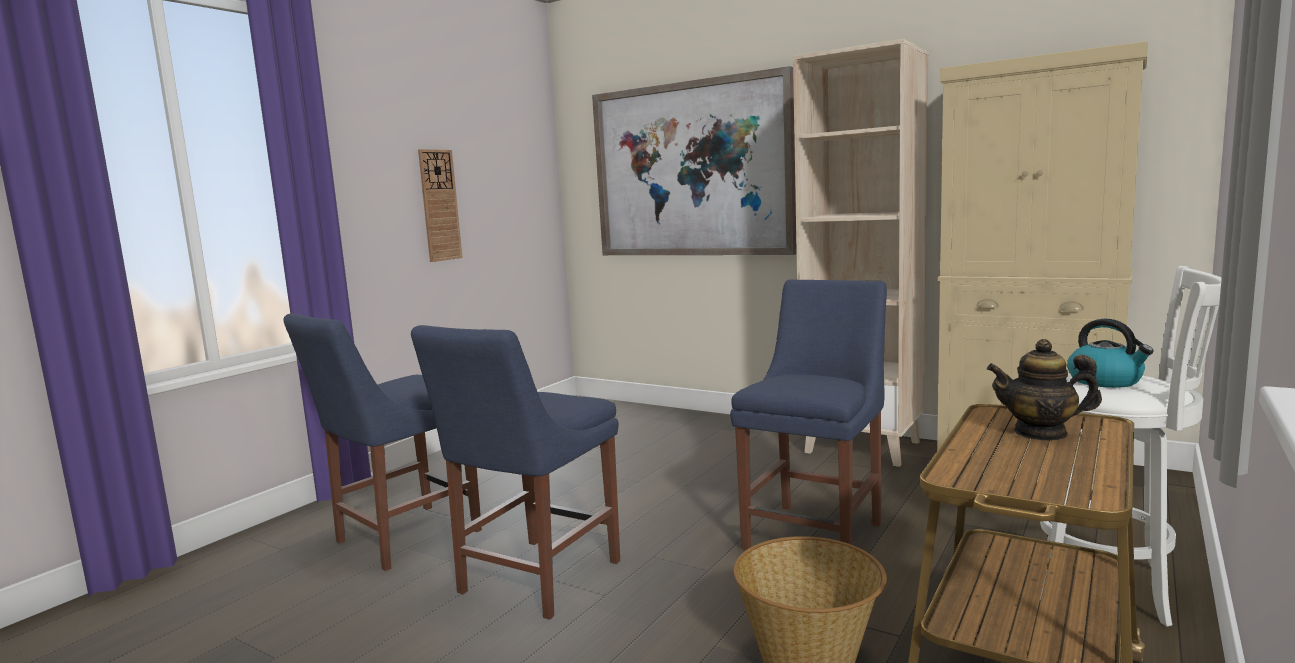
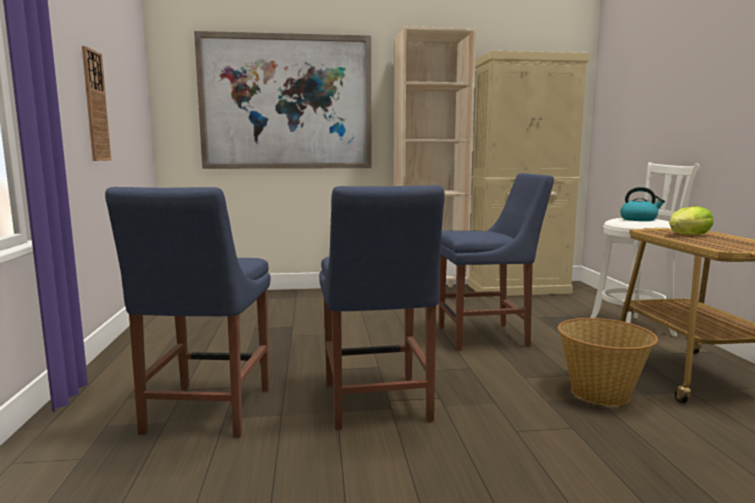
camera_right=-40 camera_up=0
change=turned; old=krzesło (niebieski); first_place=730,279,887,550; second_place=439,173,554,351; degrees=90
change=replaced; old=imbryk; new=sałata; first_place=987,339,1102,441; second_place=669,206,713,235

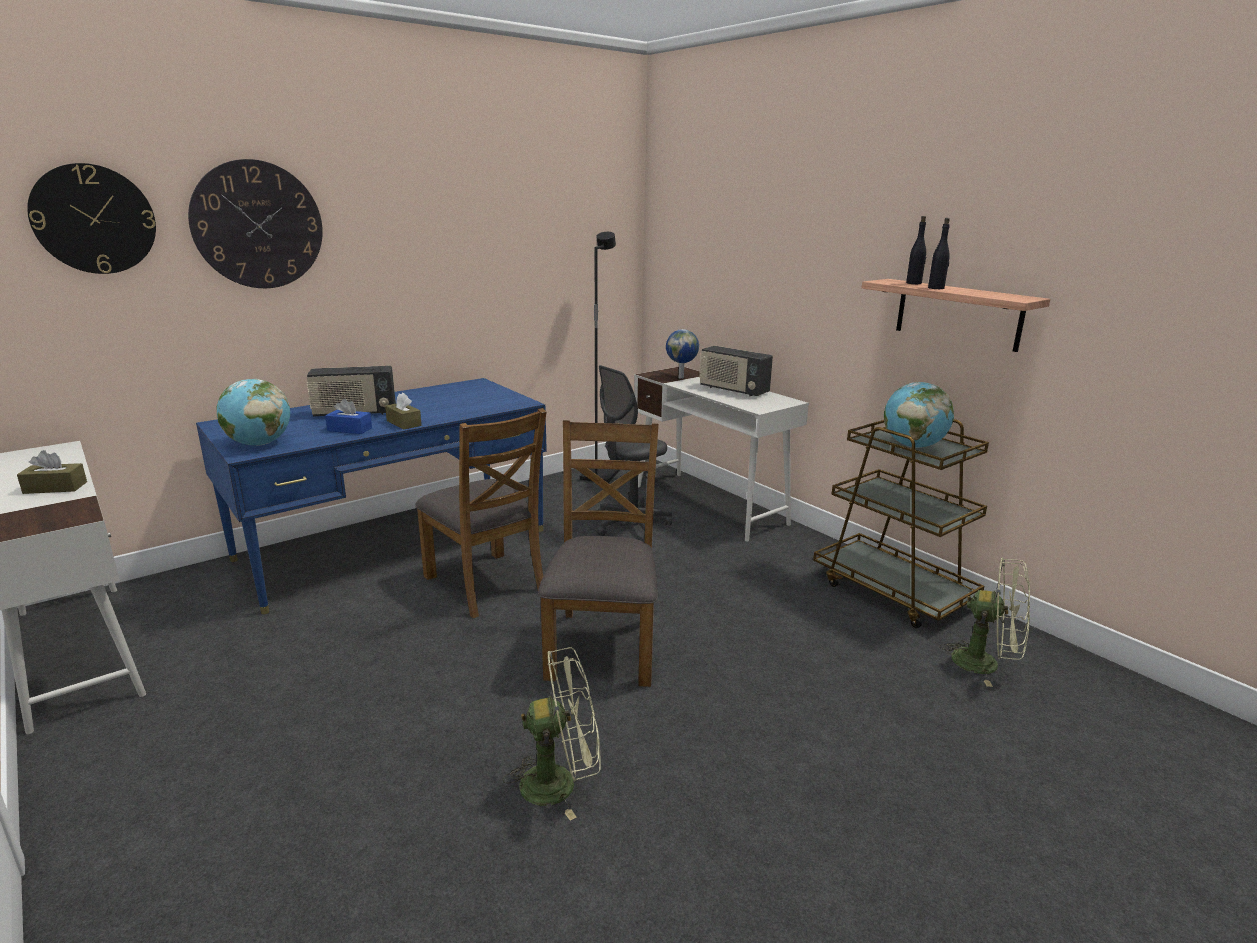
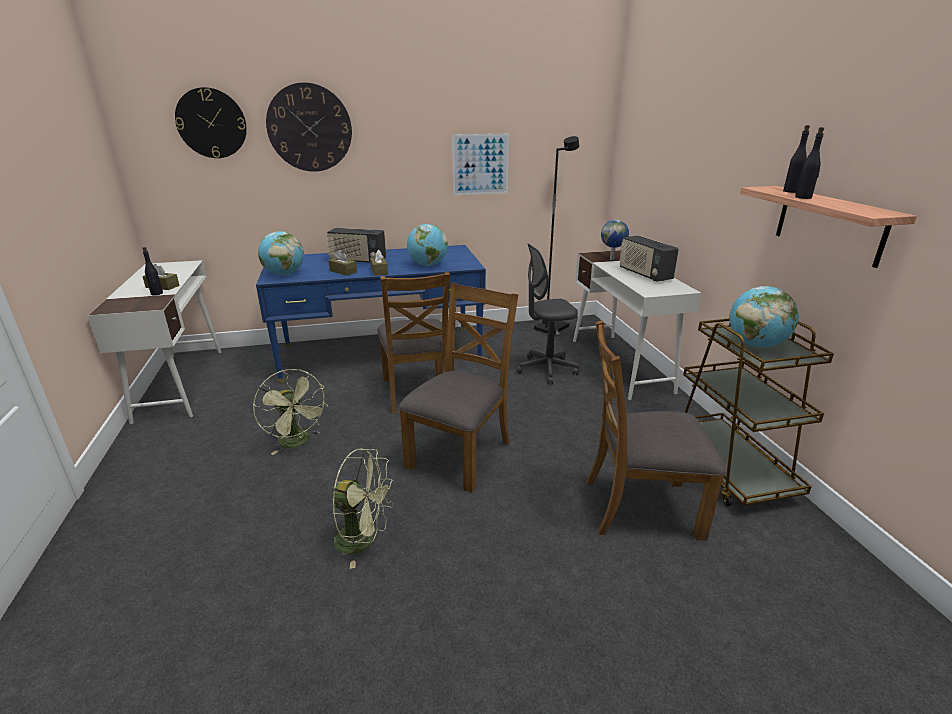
camera_right=25 camera_up=5
change=recoloured; old=pudełko chusteczek (niebieski); new=pudełko chusteczek (brązowy); first_place=325,399,372,434; second_place=328,250,357,276
change=moved; old=wentylator (zielony); first_place=939,558,1030,687; second_place=253,369,328,455
change=added; new=obraz; second_place=452,134,509,195
change=added; new=globus; second_place=407,224,448,266
change=added; new=butelka (czarny); second_place=143,247,163,295
change=added; new=krzesło (brązowy); second_place=586,320,727,541

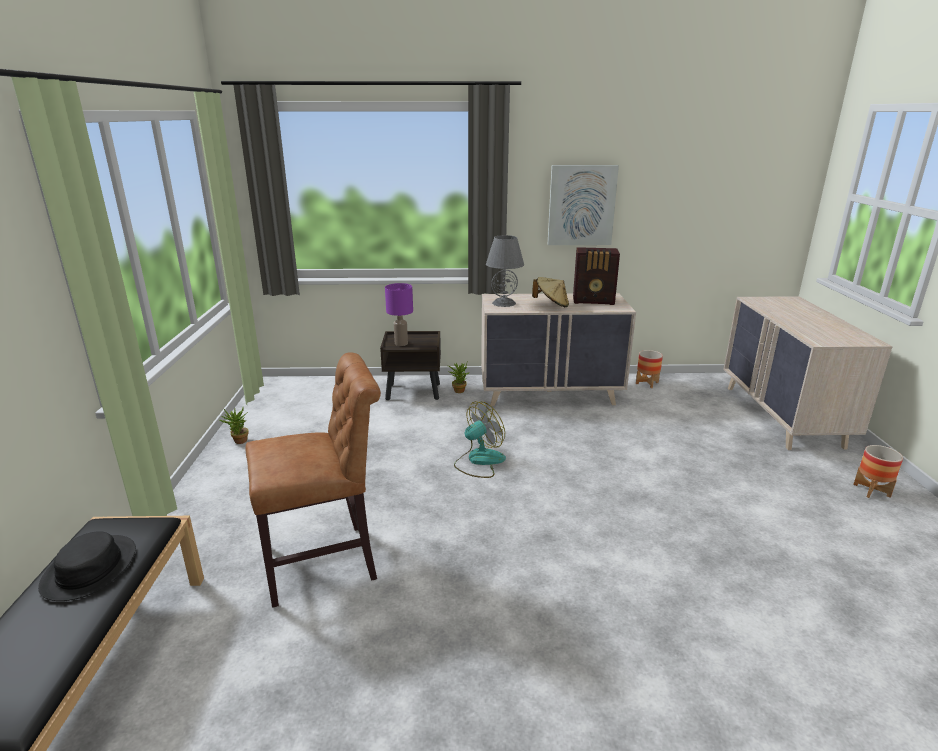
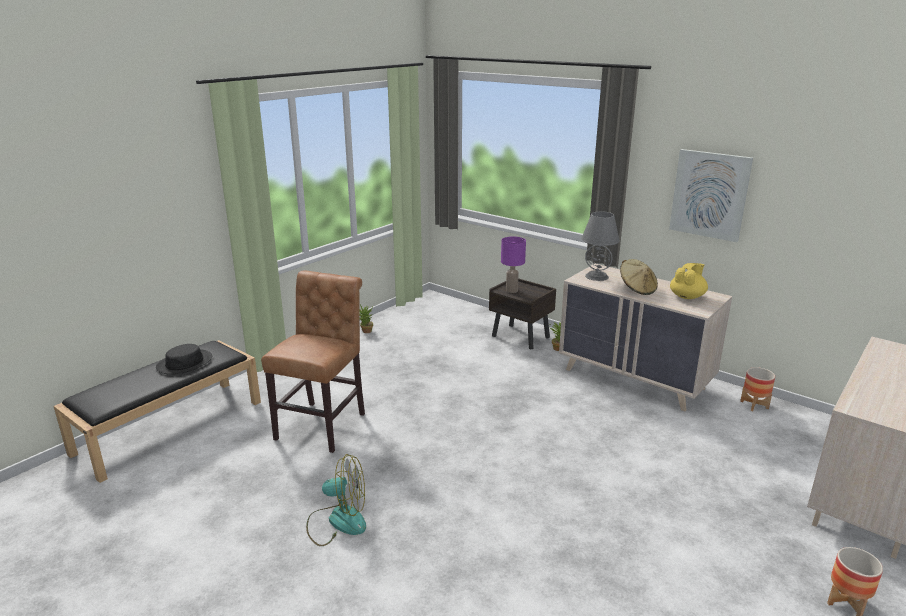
camera_right=40 camera_up=0
change=replaced; old=radio; new=imbryk (żółty); first_place=573,247,620,305; second_place=670,263,708,299
change=turned; old=krzesło (brązowy); first_place=246,352,381,608; second_place=261,271,365,453; degrees=-90
change=moved; old=wentylator; first_place=454,401,506,478; second_place=306,454,366,546

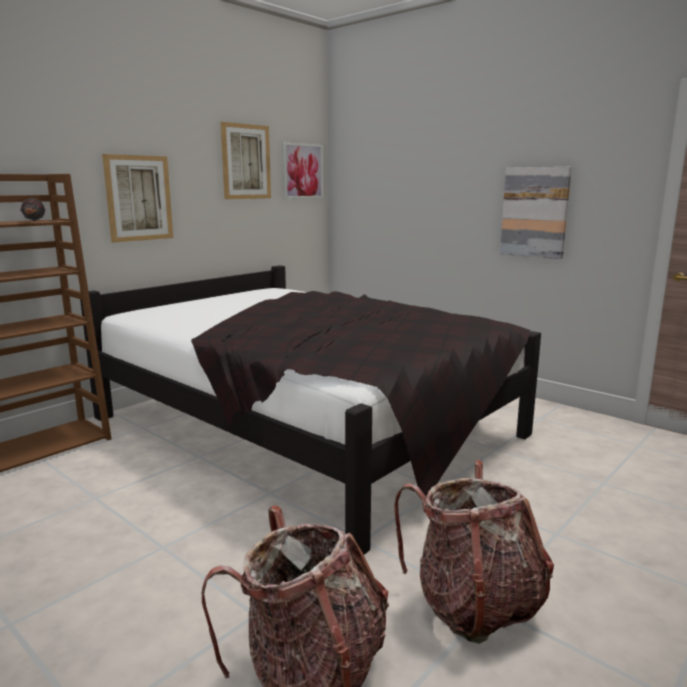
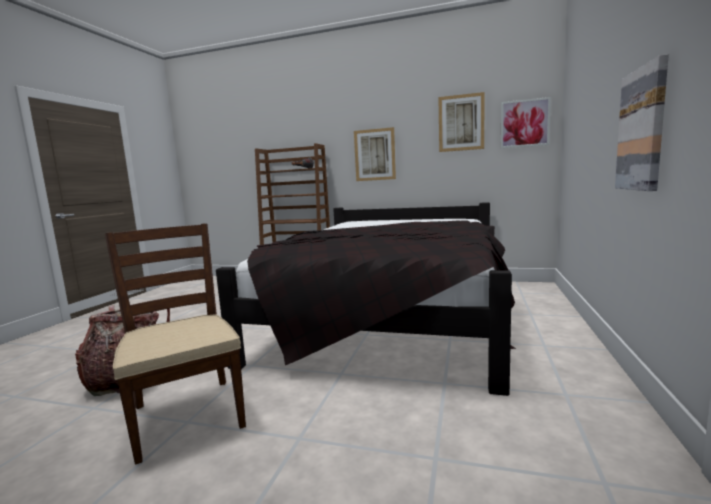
camera_right=65 camera_up=-5
change=replaced; old=plecak; new=krzesło (brązowy); first_place=394,460,554,644; second_place=105,223,246,465

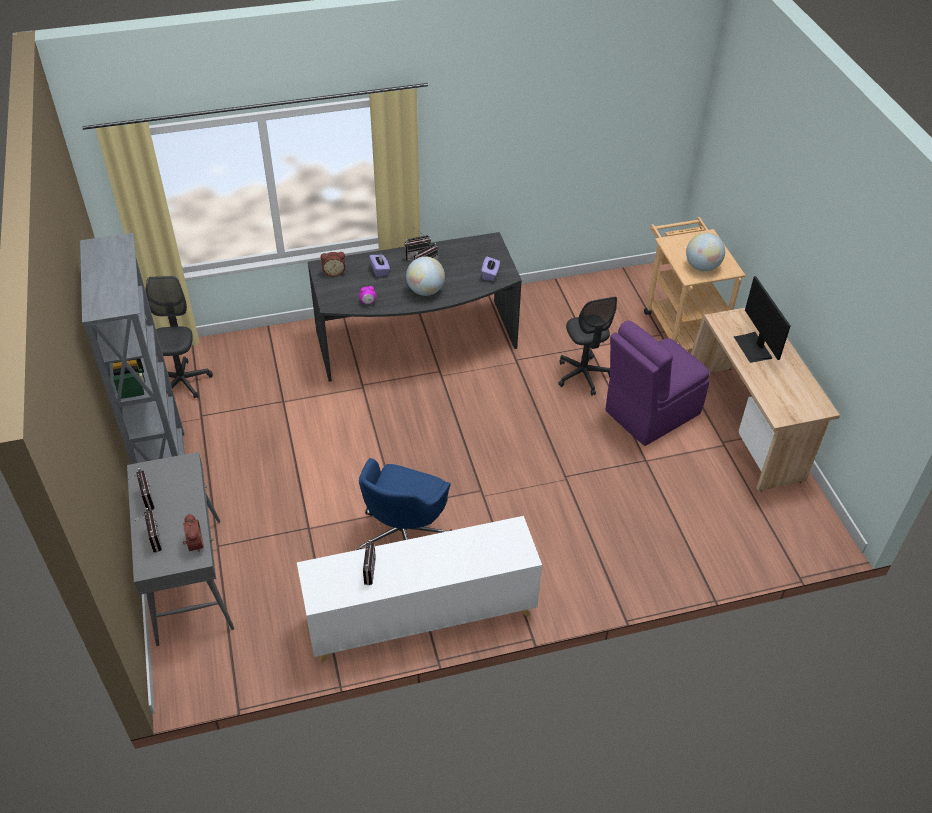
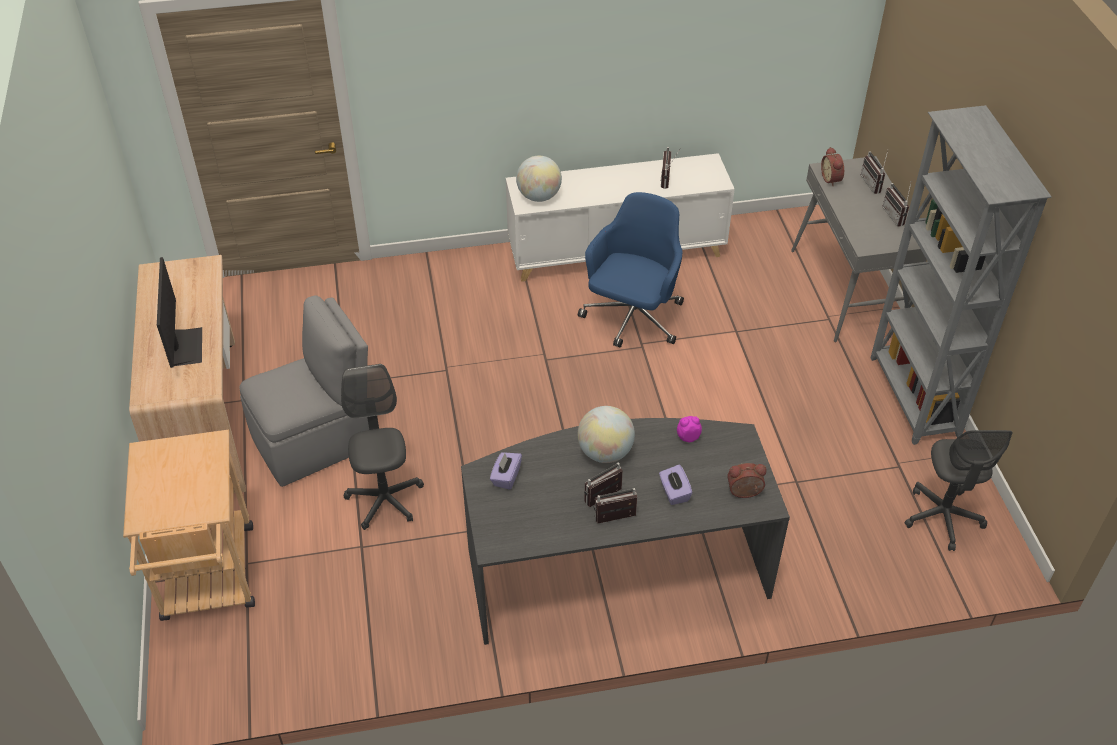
camera_right=-175 camera_up=0
change=moved; old=globus; first_place=686,233,725,271; second_place=516,156,562,202
change=recoloured; old=krzesło (fioletowy); new=krzesło (szary); first_place=605,320,710,446; second_place=239,295,369,487

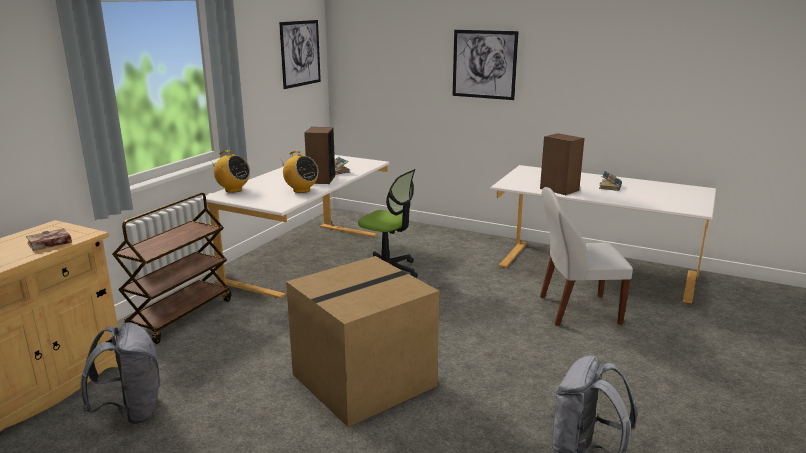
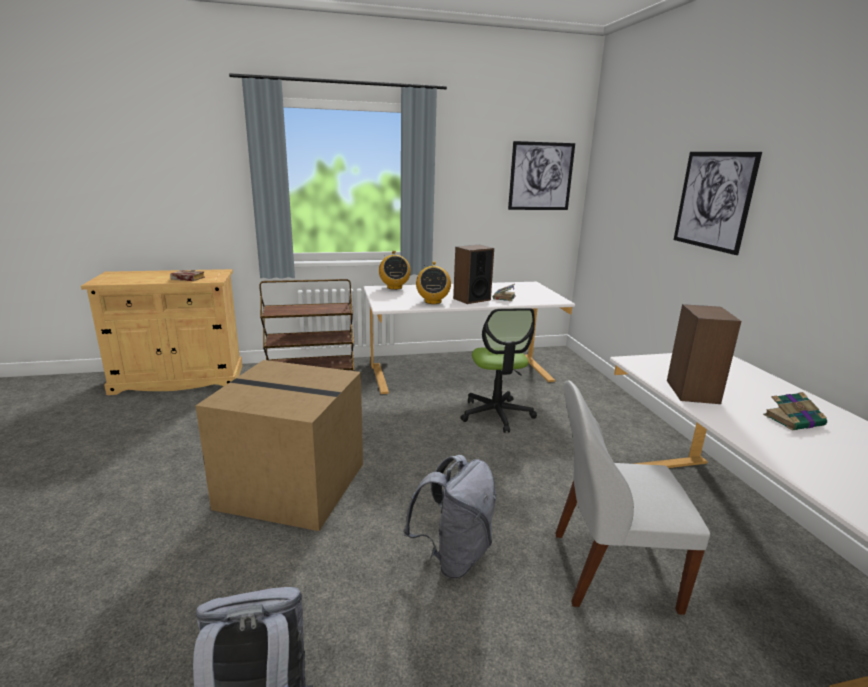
camera_right=50 camera_up=0
change=turned; old=krzesło (biały); first_place=540,187,633,326; second_place=555,381,710,615; degrees=-45
change=moved; old=plecak (szary); first_place=81,323,160,425; second_place=403,455,497,578

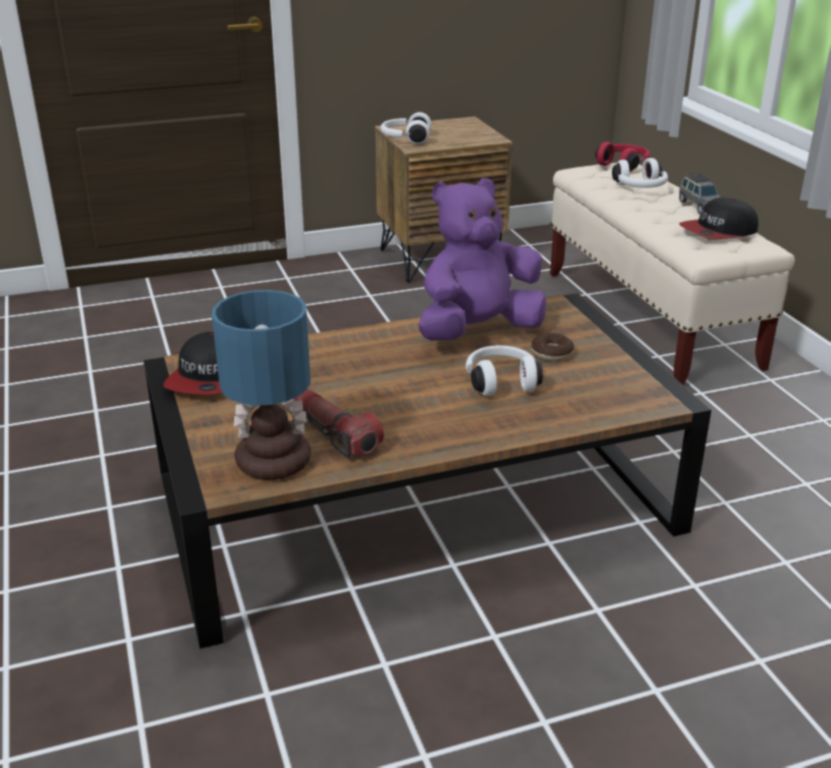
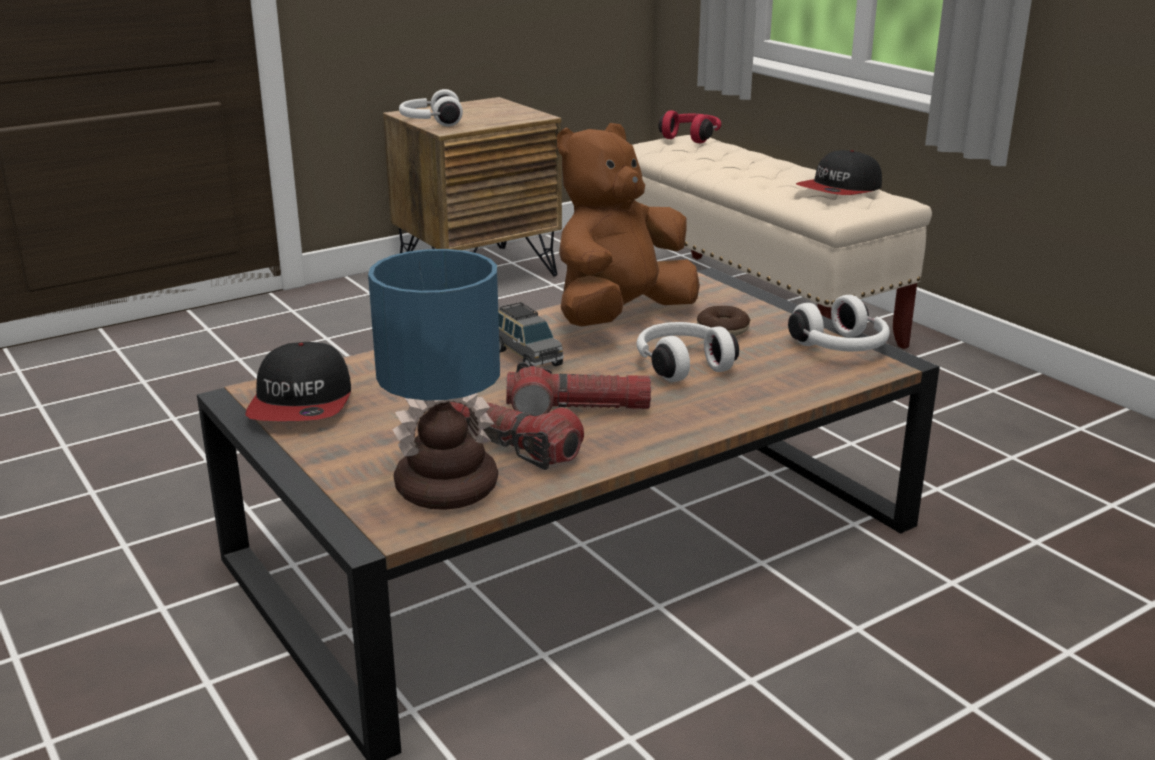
camera_right=-15 camera_up=-5
change=moved; old=słuchawki (biały); first_place=612,158,668,188; second_place=788,295,890,352
change=moved; old=samochodzik (szary); first_place=679,174,720,214; second_place=498,302,564,366
change=recoloured; old=pluszak (fioletowy); new=pluszak (brązowy); first_place=419,178,546,341; second_place=557,123,700,327
change=added; new=latarka; second_place=506,362,651,417

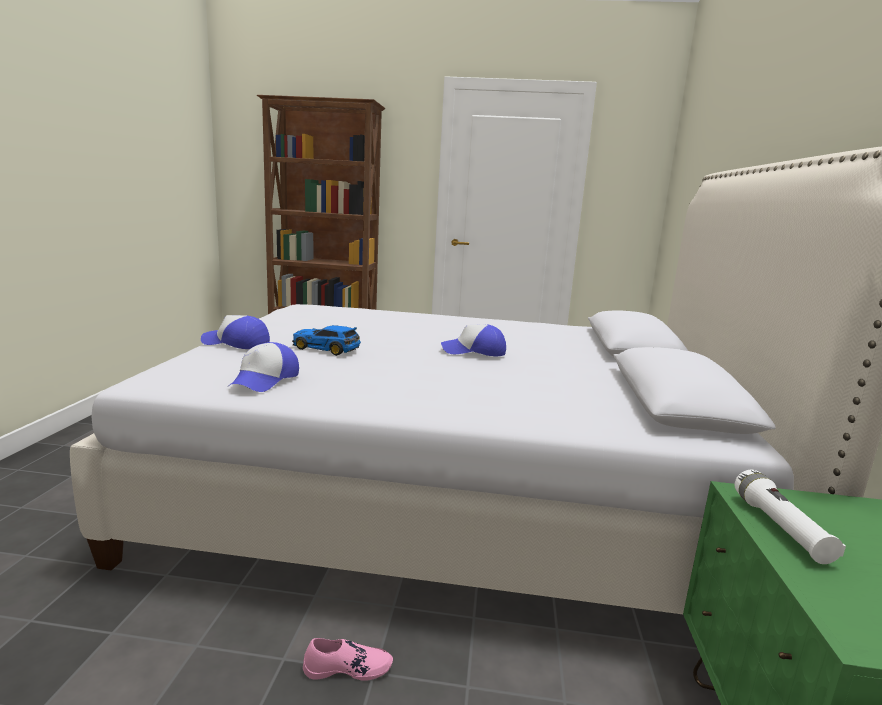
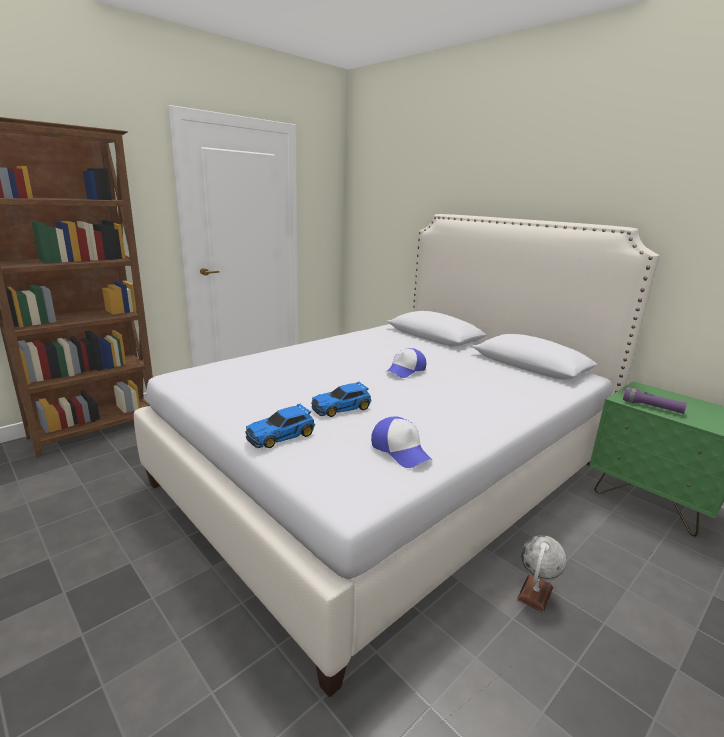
camera_right=-50 camera_up=5
change=replaced; old=czapka z daszkiem; new=samochodzik; first_place=201,315,270,349; second_place=245,404,315,448
change=recoloured; old=latarka (biały); new=latarka (fioletowy); first_place=734,470,846,564; second_place=623,387,687,415
change=replaced; old=but (różowy); new=globus; first_place=303,638,393,681; second_place=517,535,566,613

